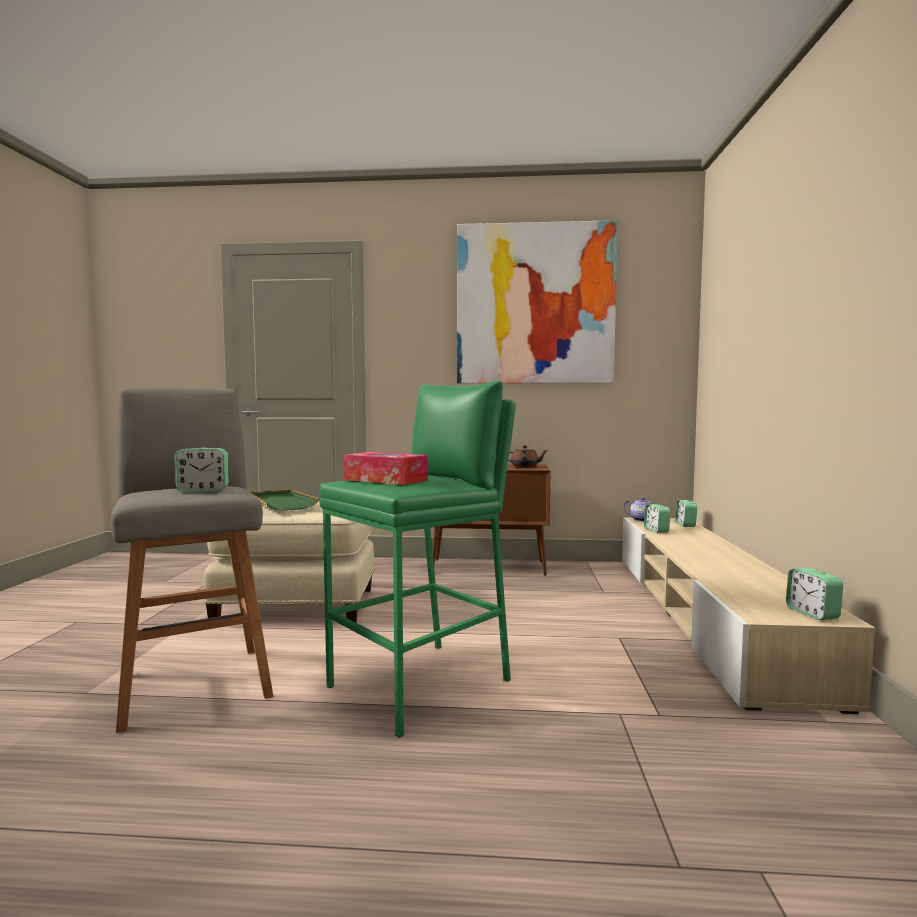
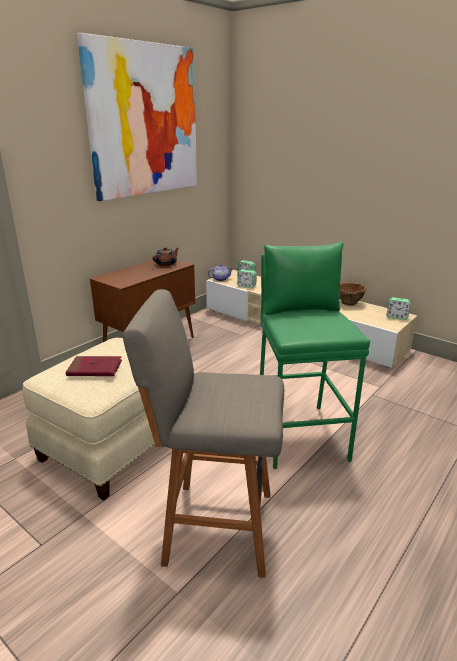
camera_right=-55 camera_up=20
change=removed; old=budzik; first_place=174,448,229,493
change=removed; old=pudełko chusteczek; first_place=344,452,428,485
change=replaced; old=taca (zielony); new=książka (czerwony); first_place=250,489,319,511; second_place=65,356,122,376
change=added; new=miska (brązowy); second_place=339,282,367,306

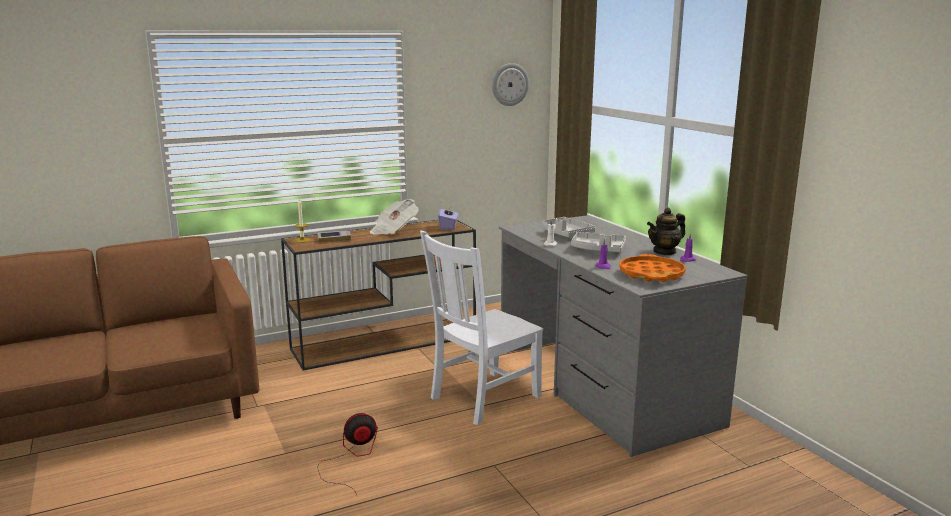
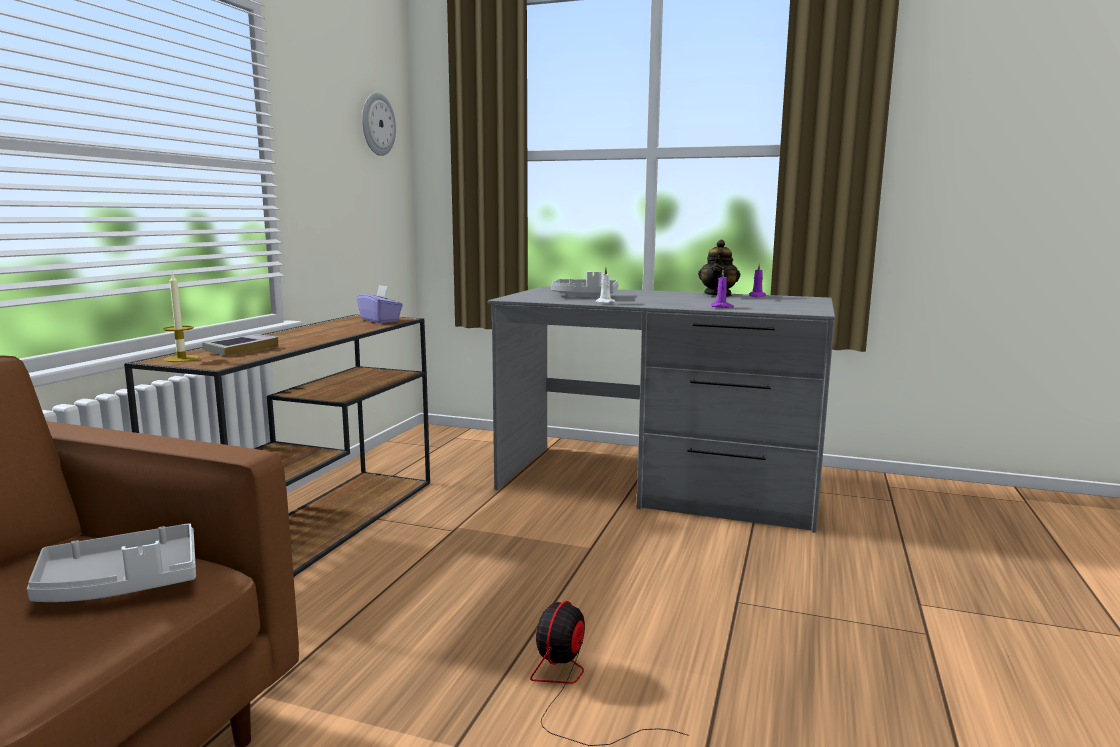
camera_right=-45 camera_up=-5
change=removed; old=gazeta; first_place=370,199,419,235
change=removed; old=krzesło (biały); first_place=420,231,543,425
change=moved; old=taca (szary); first_place=571,232,626,252; second_place=27,523,196,602
change=removed; old=taca (pomarańczowy); first_place=619,254,686,282

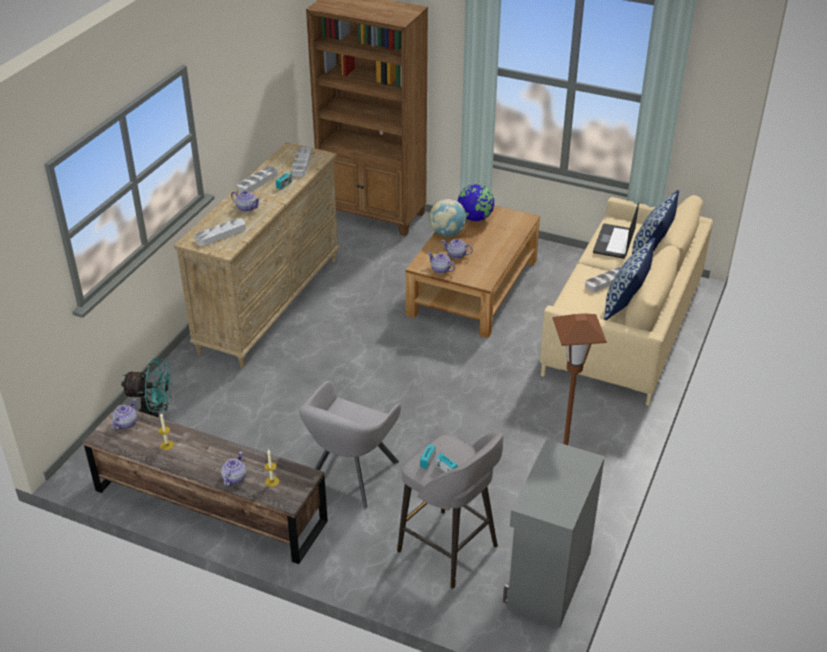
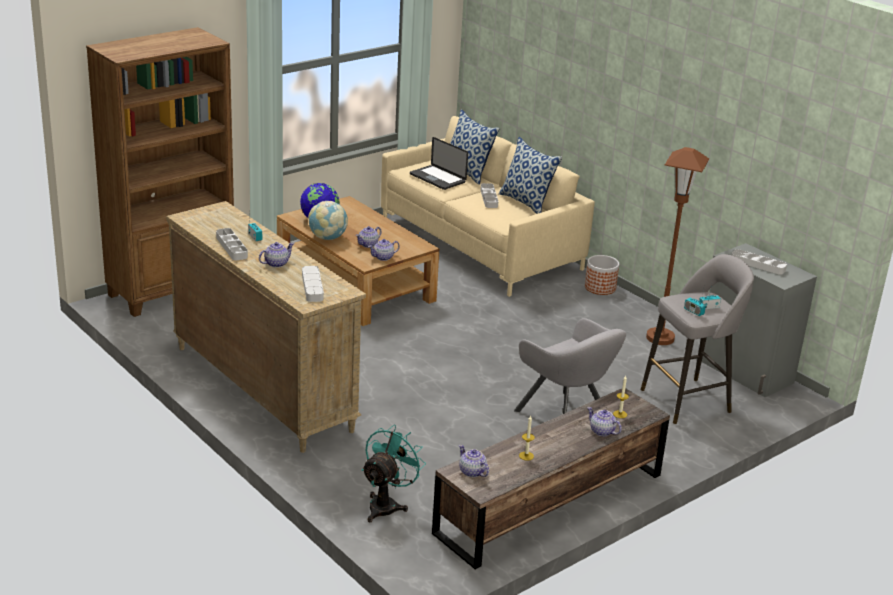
camera_right=-65 camera_up=-10
change=moved; old=taca (szary); first_place=292,147,312,177; second_place=732,249,787,275
change=added; new=donica; second_place=585,255,619,295

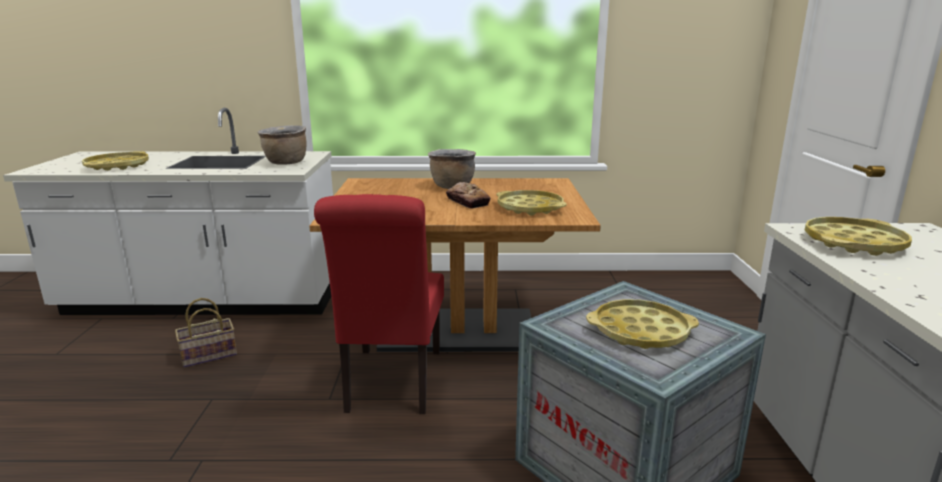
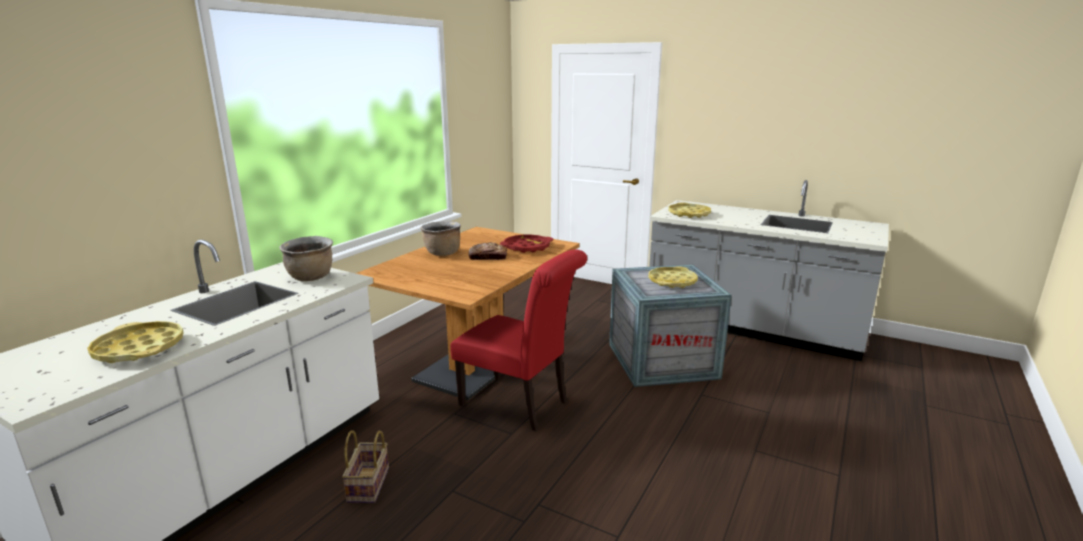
camera_right=-60 camera_up=0
change=recoloured; old=taca (żółty); new=taca (czerwony); first_place=497,190,567,216; second_place=500,235,553,253

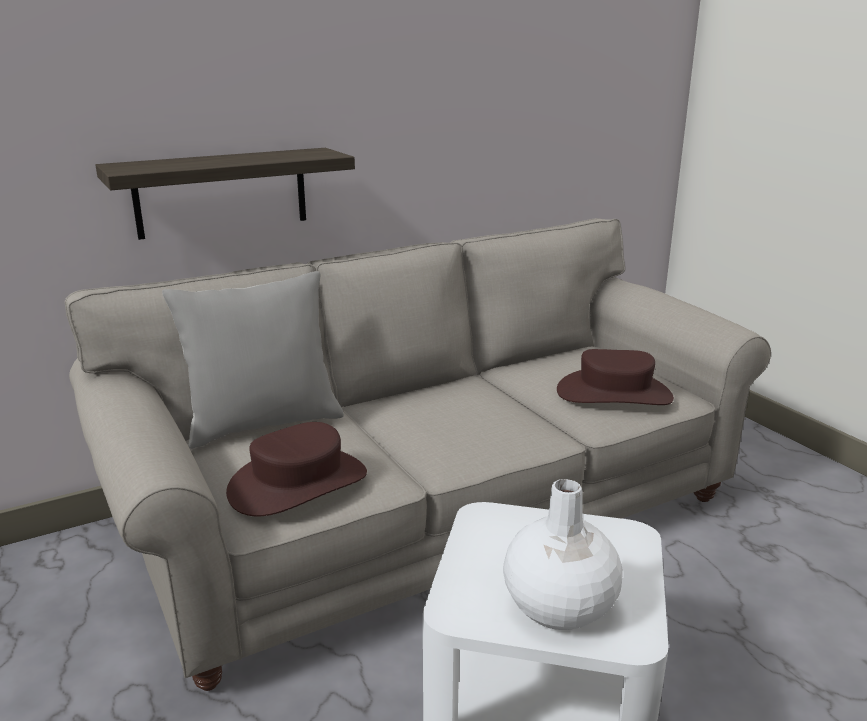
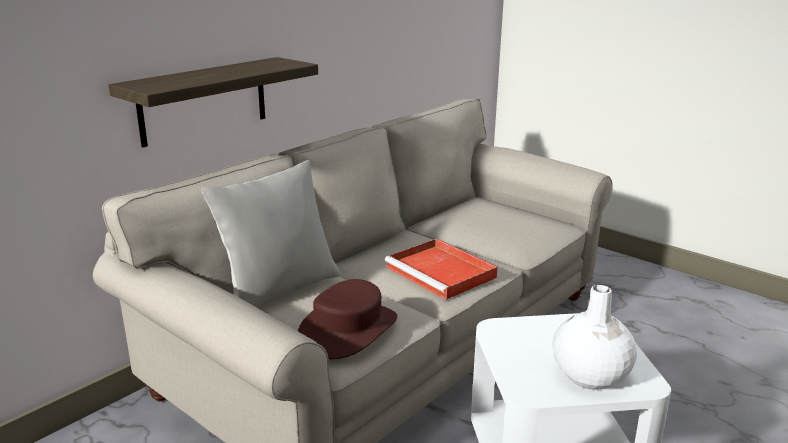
camera_right=-20 camera_up=0
change=removed; old=kapelusz (brązowy); first_place=557,349,674,405
change=added; new=taca (czerwony); second_place=385,239,498,300

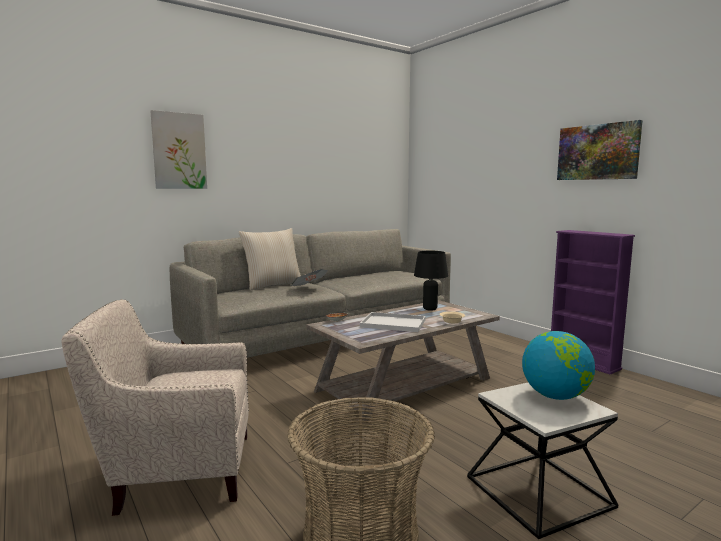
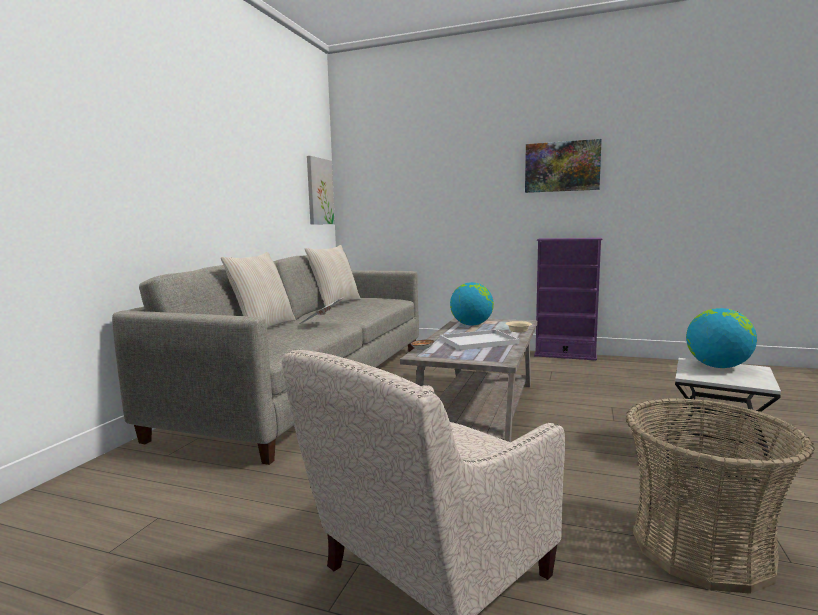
camera_right=-35 camera_up=0
change=moved; old=obraz; first_place=151,110,207,189; second_place=307,156,335,225
change=replaced; old=lampa stołowa (czarny); new=globus; first_place=414,251,448,311; second_place=450,282,494,326
change=added; new=poduszka (beżowy); second_place=305,245,361,307

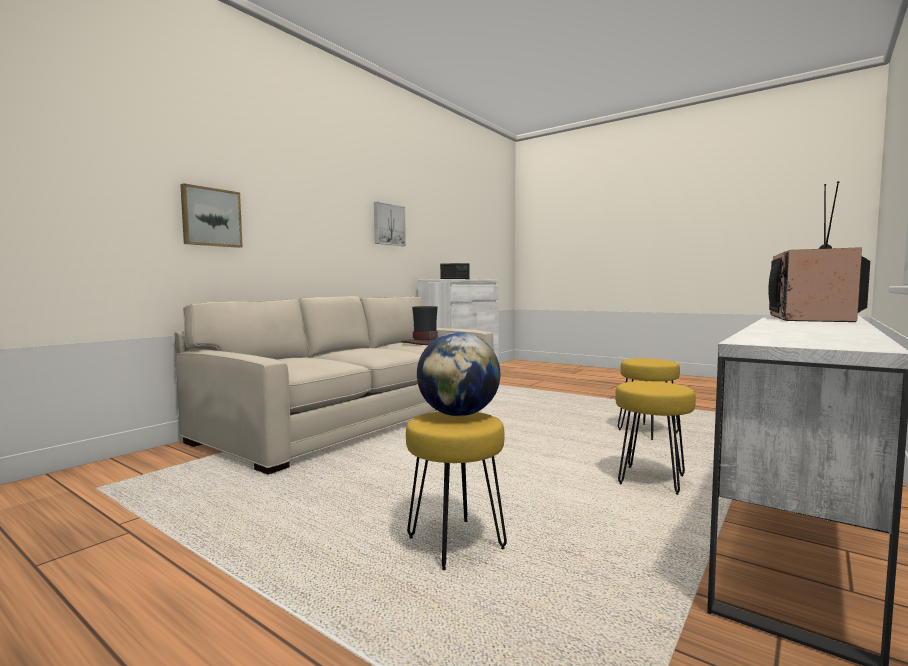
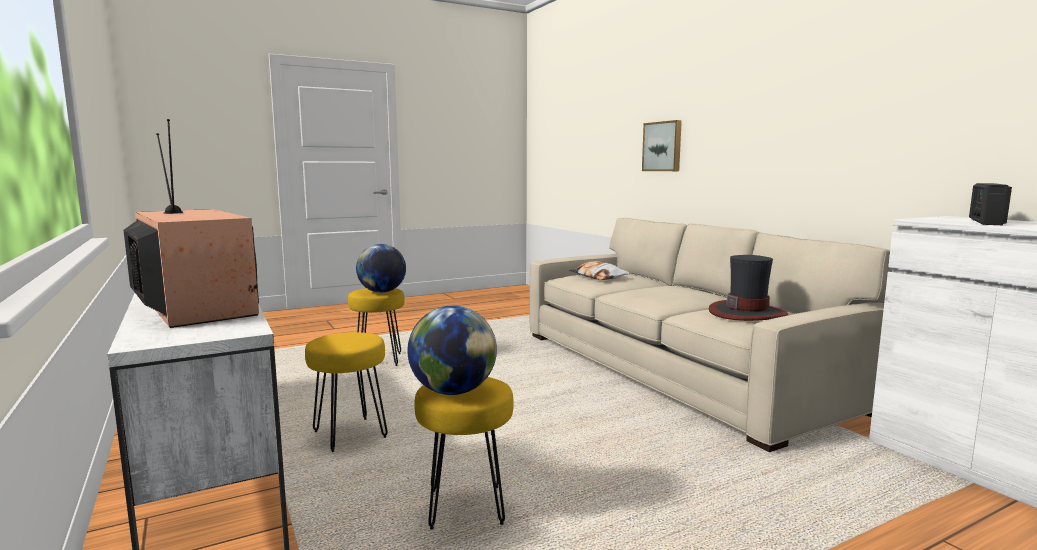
camera_right=115 camera_up=5
change=removed; old=obraz; first_place=374,201,406,246
change=added; new=poduszka; second_place=569,261,630,280
change=added; new=globus; second_place=407,305,497,395

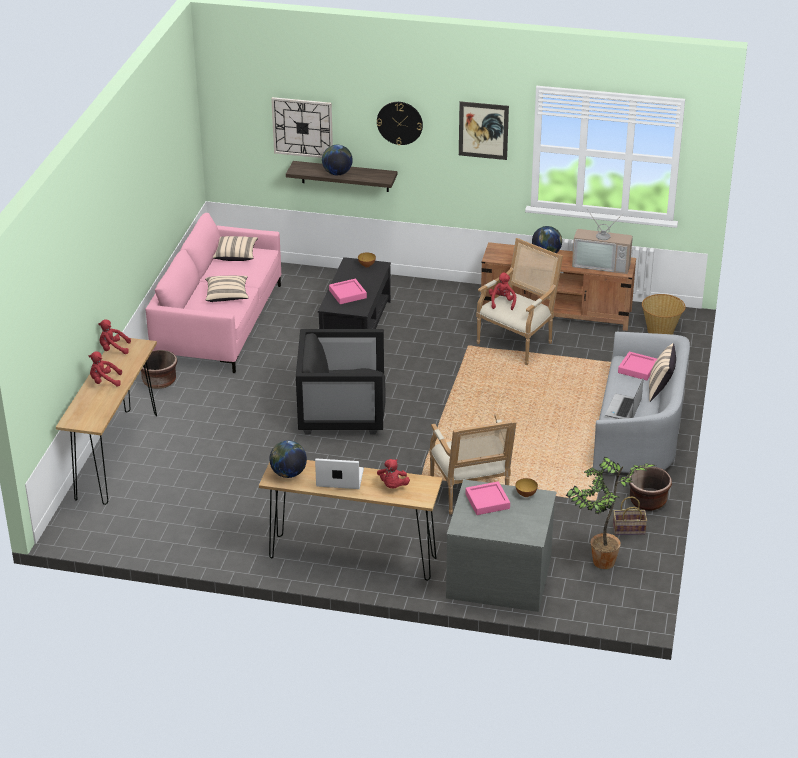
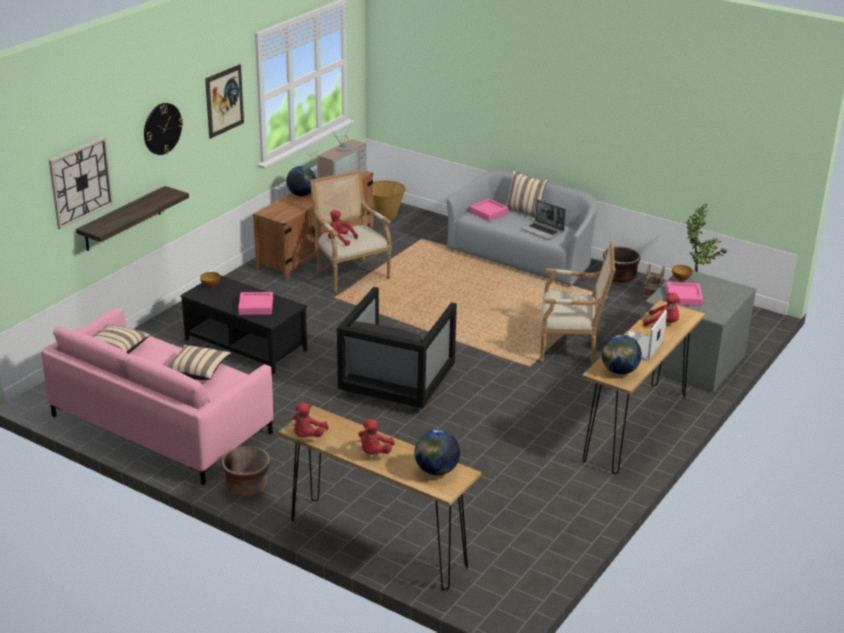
camera_right=-70 camera_up=-5
change=moved; old=globus; first_place=322,145,353,175; second_place=414,429,460,475

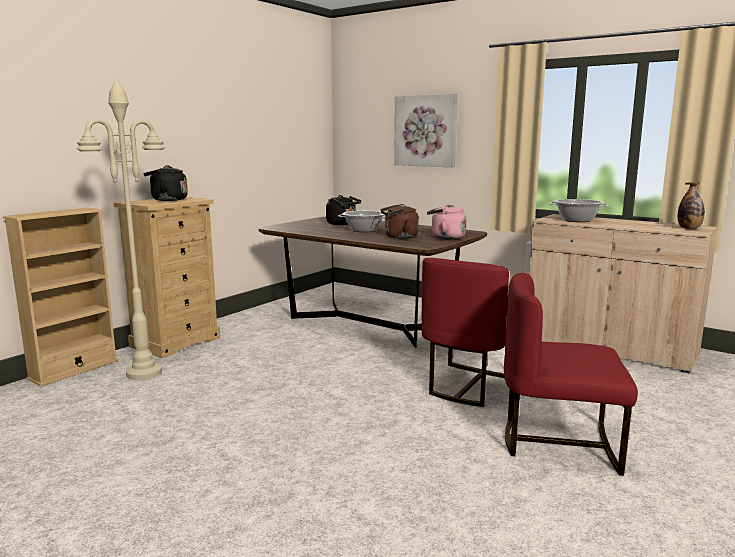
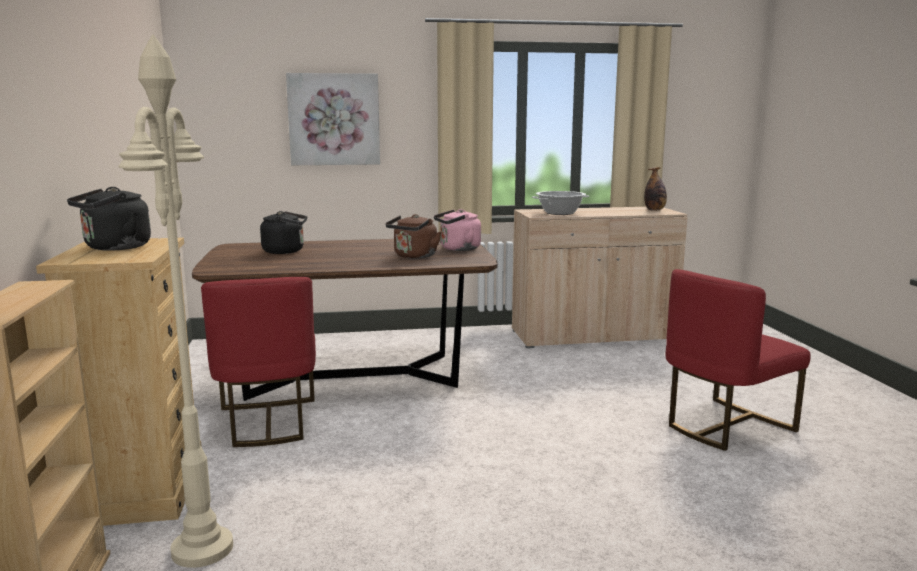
camera_right=-45 camera_up=0
change=removed; old=garnek; first_place=338,211,385,232
change=moved; old=krzesło (czerwony); first_place=422,258,509,407; second_place=201,277,316,447

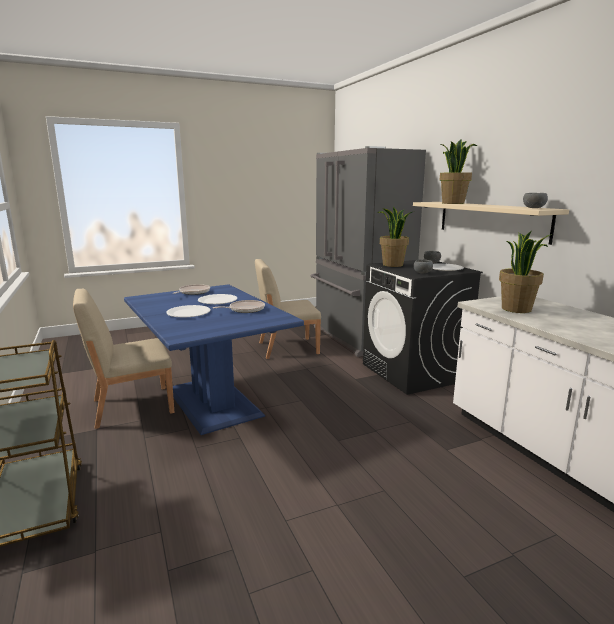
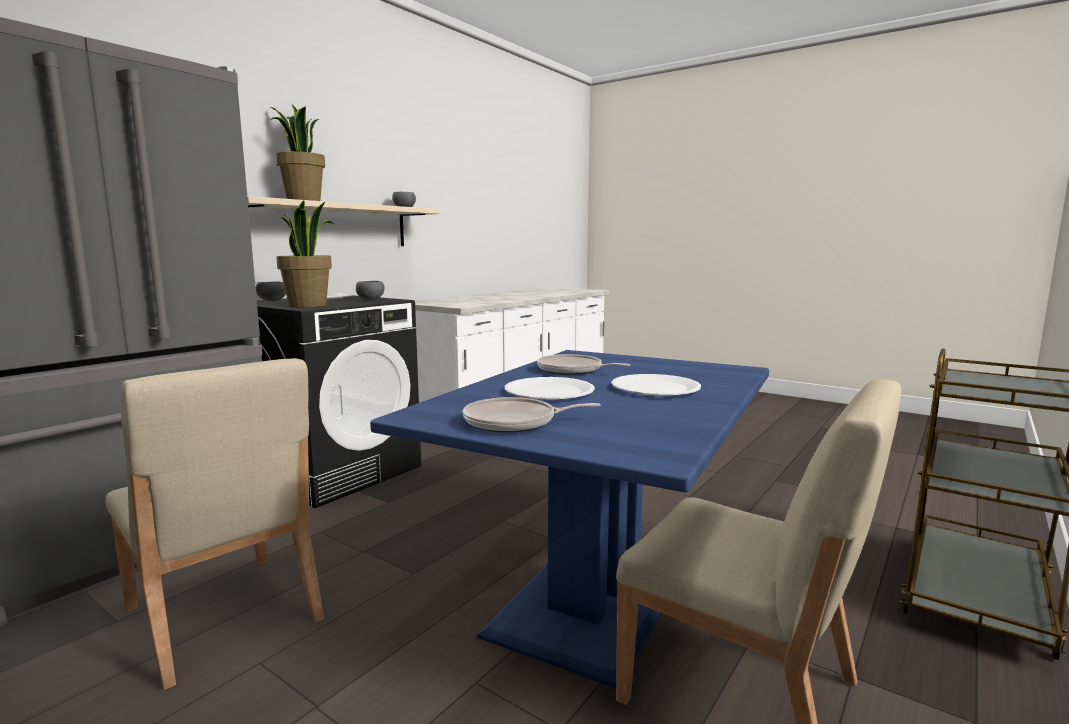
camera_right=-120 camera_up=-5
change=removed; old=roślina doniczkowa; first_place=499,230,552,313

